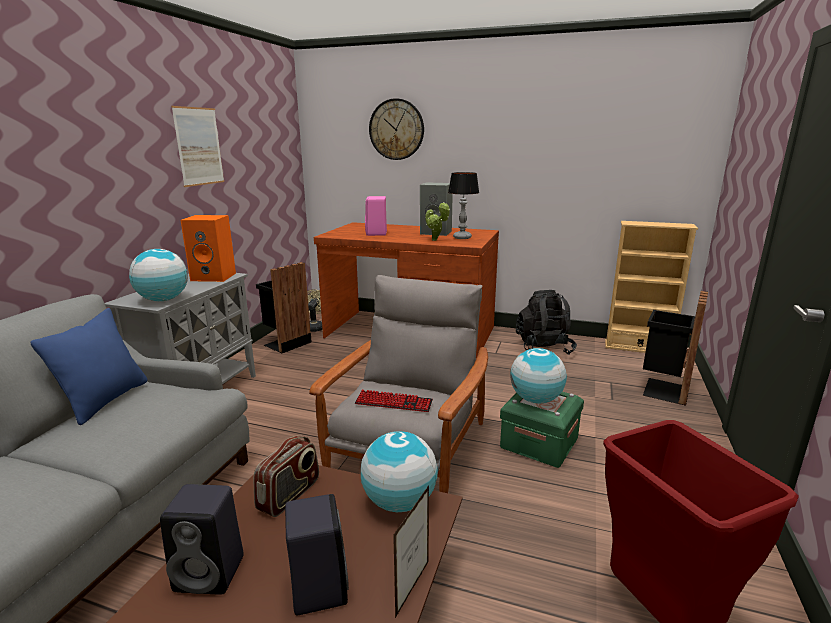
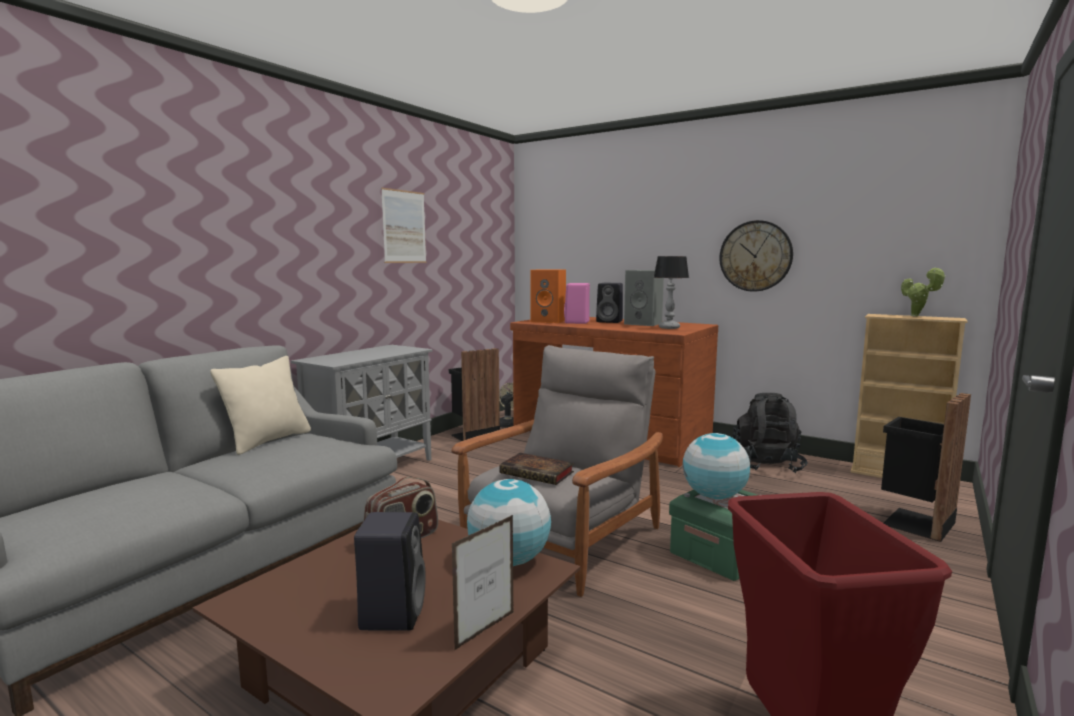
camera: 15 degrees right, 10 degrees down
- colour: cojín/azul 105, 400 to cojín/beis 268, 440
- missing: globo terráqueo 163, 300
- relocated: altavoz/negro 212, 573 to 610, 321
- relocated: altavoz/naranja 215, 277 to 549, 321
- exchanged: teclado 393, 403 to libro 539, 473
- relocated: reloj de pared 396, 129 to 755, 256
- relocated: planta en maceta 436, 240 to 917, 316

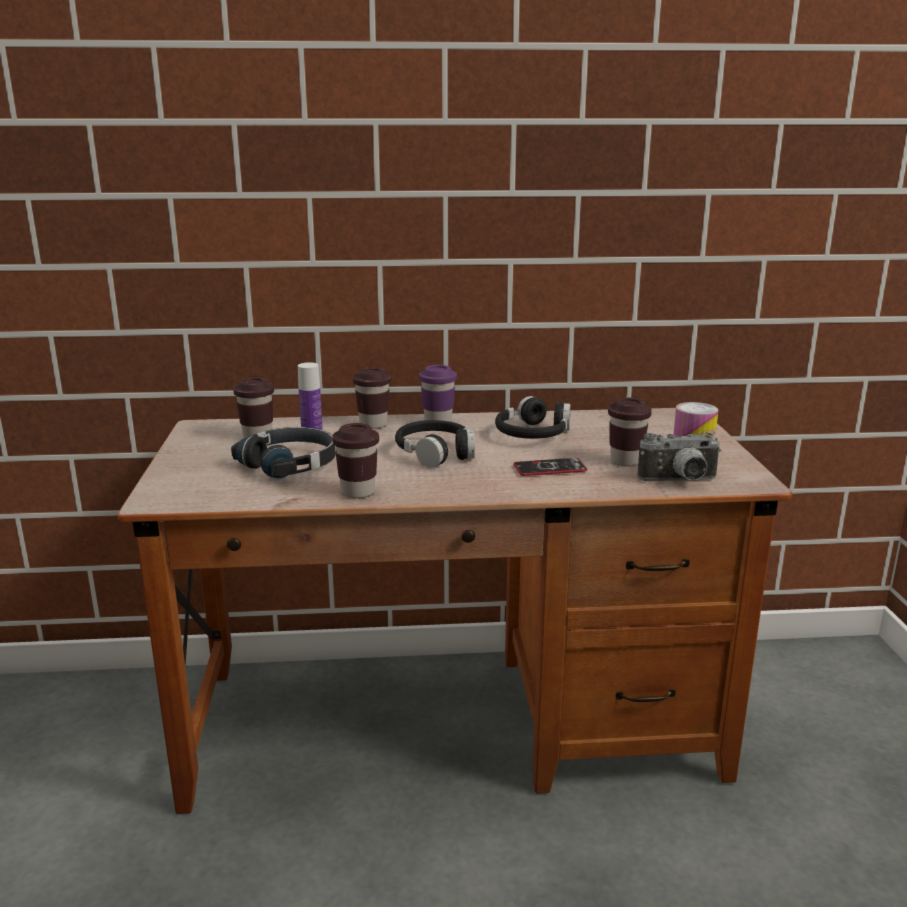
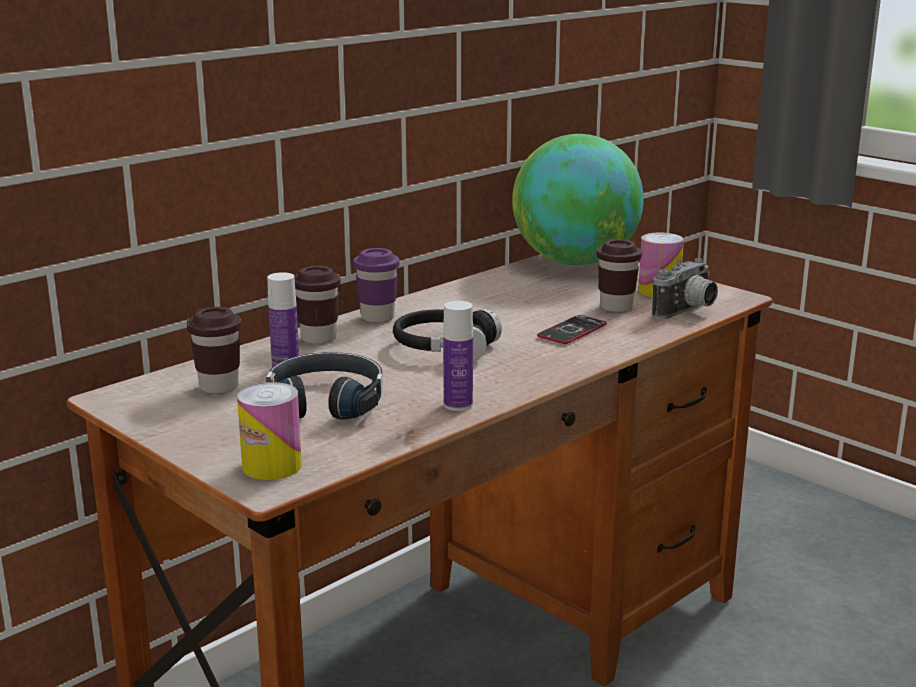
camera: 40 degrees left, 0 degrees up
- exchanged: taza/marrón 358, 492 to botella 458, 405
- missing: auriculares/negro 533, 434
- appeared: lata 272, 466
- appeared: globo terráqueo 574, 262

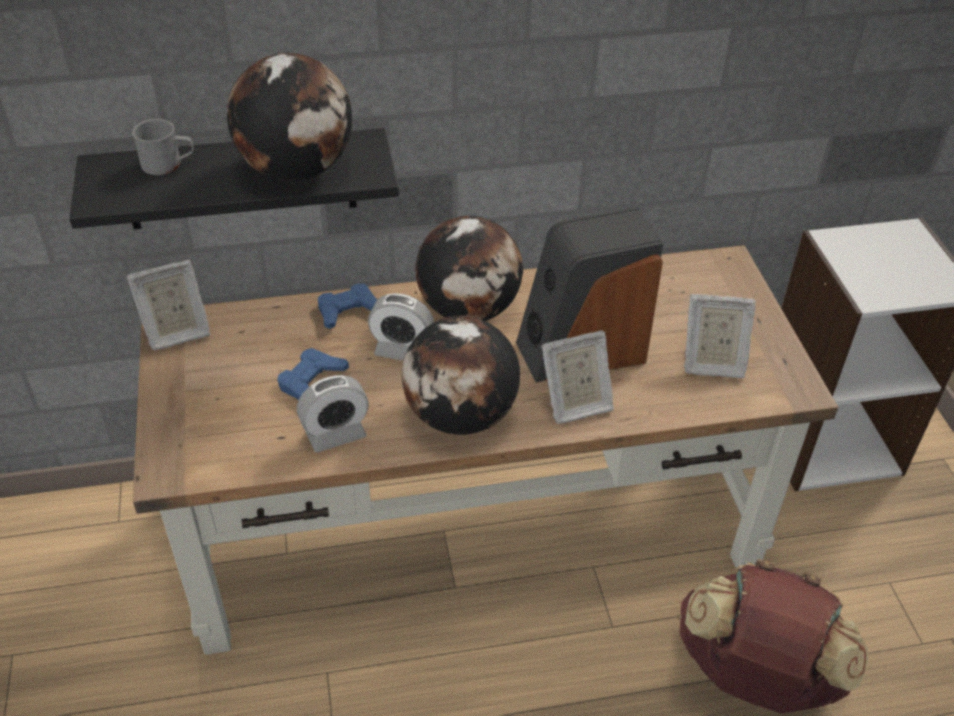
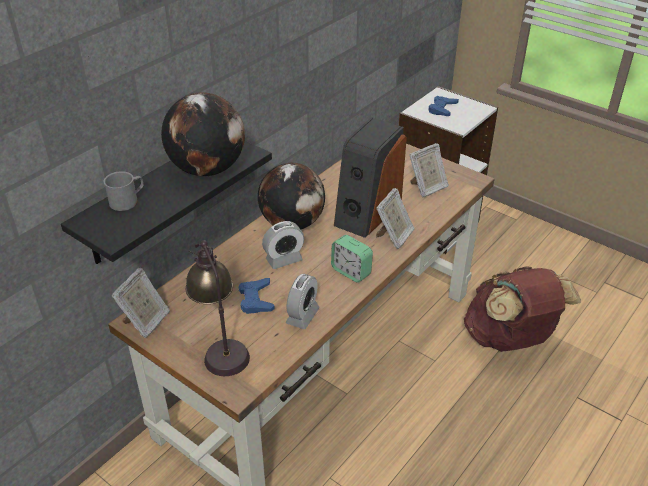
camera: 40 degrees left, 5 degrees down
- relocated: mando de consola/azul 348, 311 to 442, 109
- exchanged: globo terráqueo 461, 416 to despertador 351, 271
- appeared: lámpara de mesa 221, 346

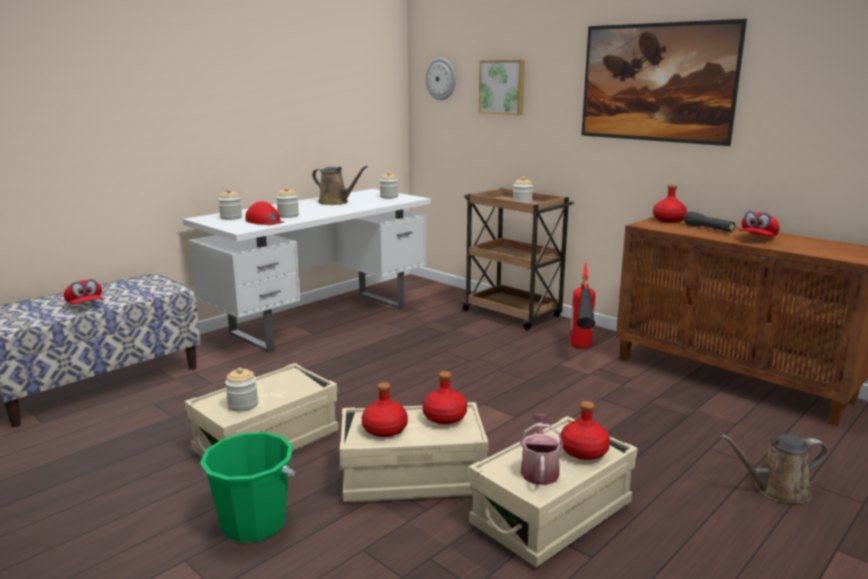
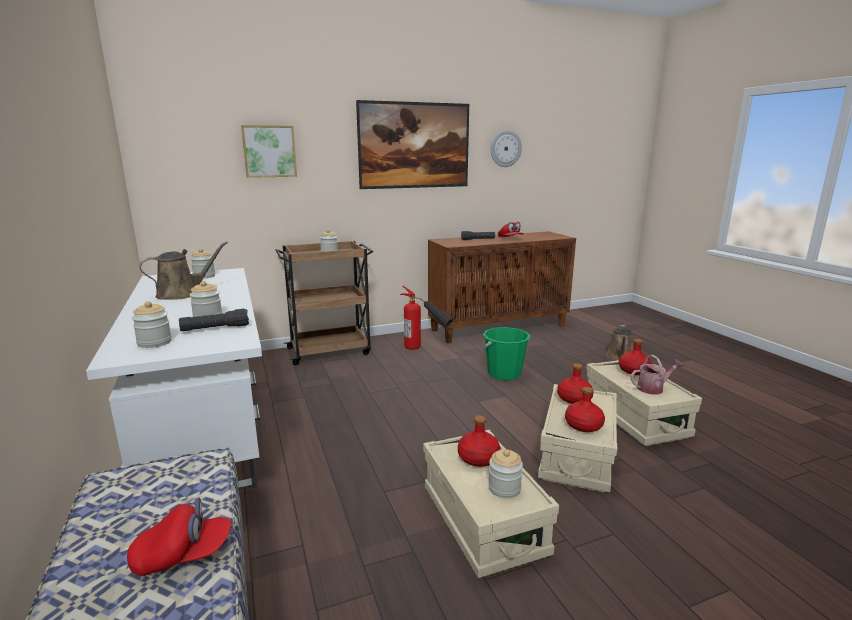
camera: 65 degrees left, 0 degrees up
- relocated: cubo/verde 254, 524 to 504, 374
- exchanged: gorra/rojo 265, 221 to linterna/negro 215, 328
- relocated: reloj de pared 441, 79 to 505, 148
- spun: regadera 539, 470 = 653, 388 135 degrees clockwise
- relocated: botella/rojo 668, 220 to 479, 458

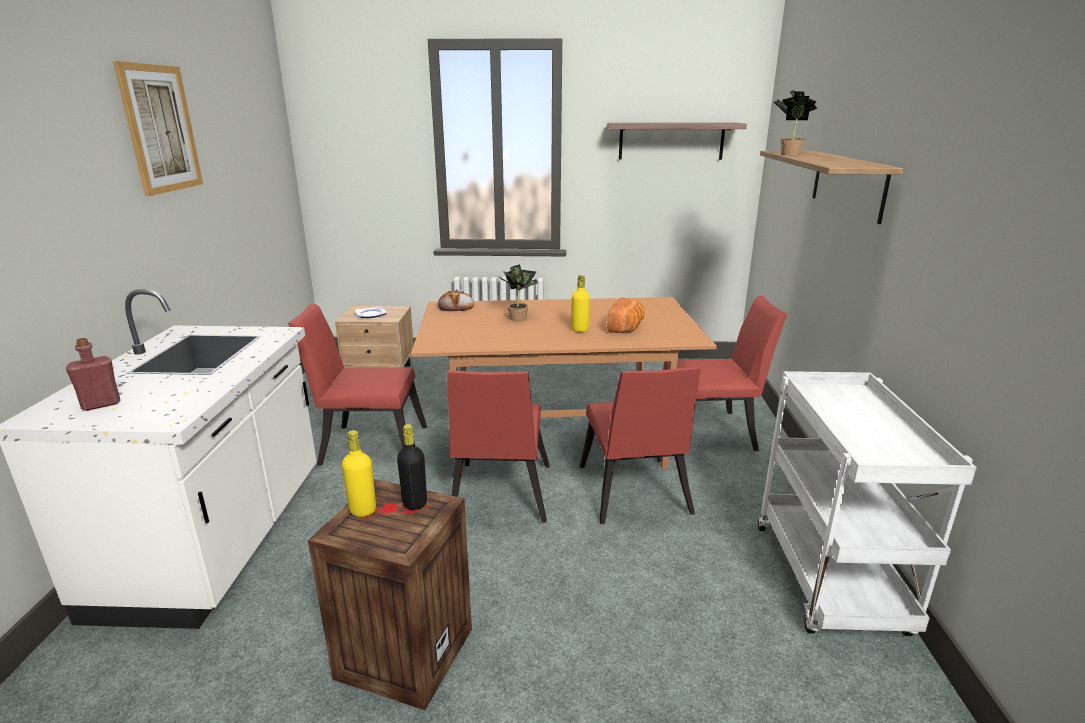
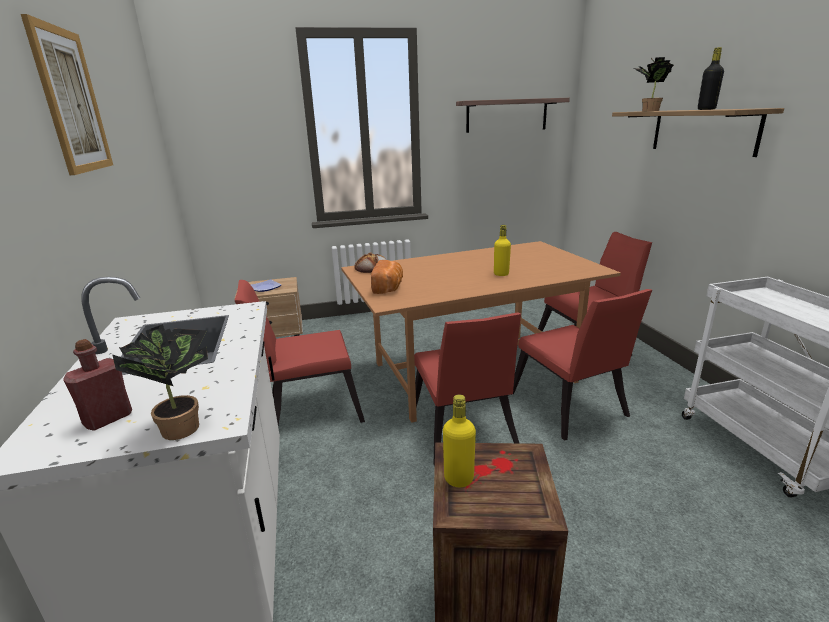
camera: 15 degrees left, 0 degrees up
- relocated: botella/negro 415, 503 to 706, 109
- relocated: planta en maceta 518, 317 to 182, 425
- relocated: pan 627, 328 to 389, 288

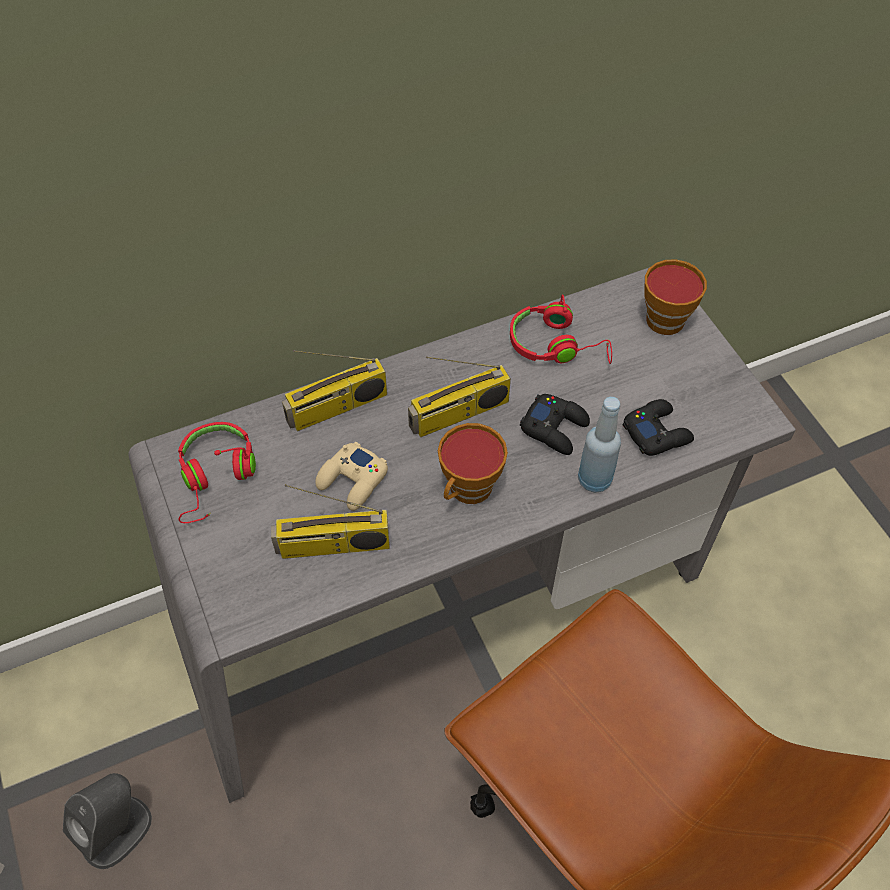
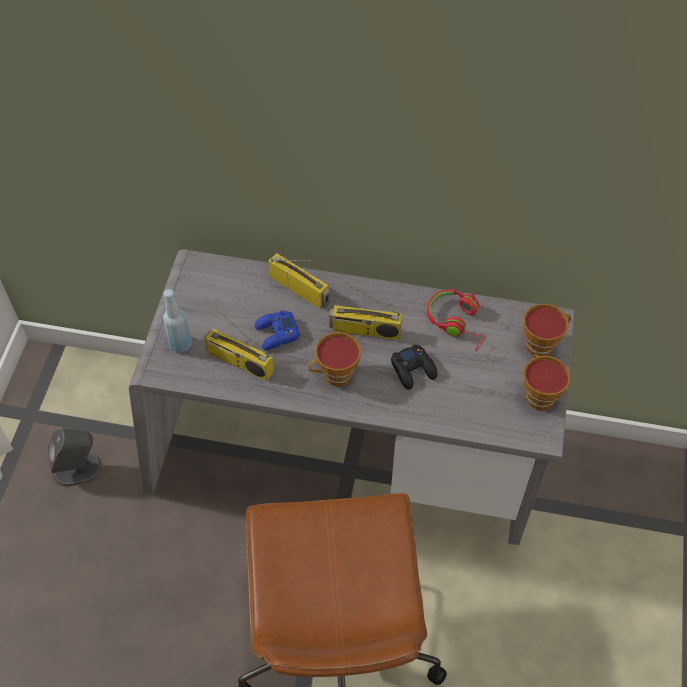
camera: 35 degrees right, 0 degrees up
- missing: auriculares/rojo 216, 477
- spun: radio 337, 408 = 300, 289 150 degrees counterclockwise
- colour: mando de consola/beis 353, 481 to mando de consola/azul 277, 334
- relocated: botella/azul 594, 480 to 180, 344
- missing: mando de consola/negro 657, 432
- appeared: taza 538, 394

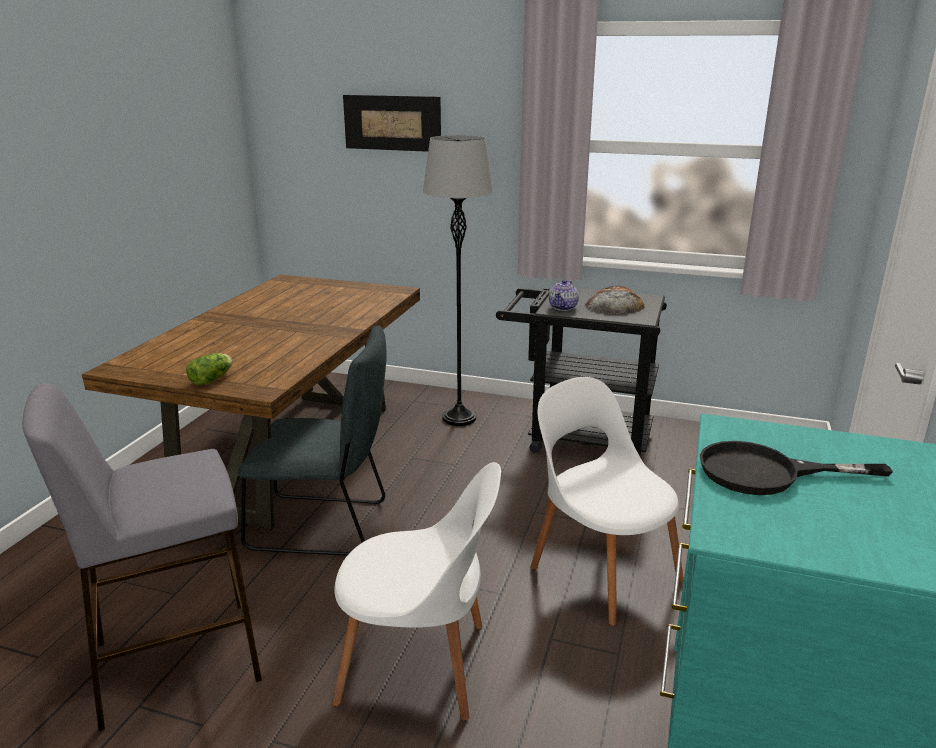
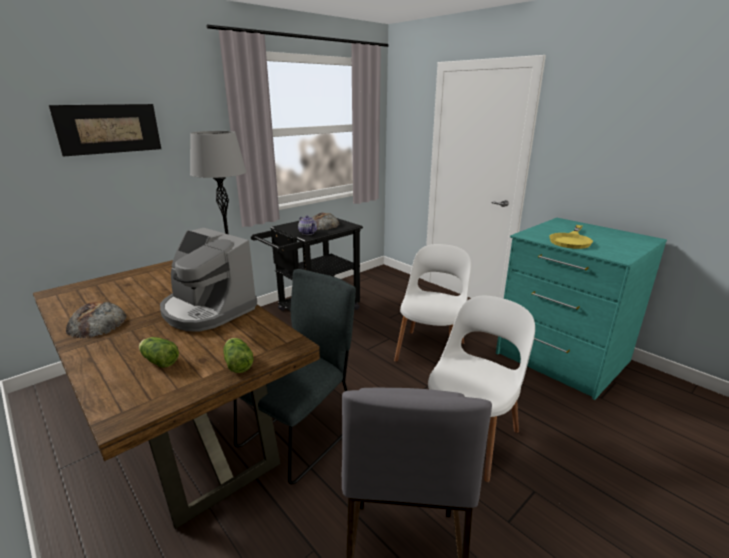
camera: 60 degrees left, 0 degrees up
- spun: silla/blanco 601, 570 = 431, 349 120 degrees clockwise
- colour: sartén/negro 766, 473 to sartén/amarillo 571, 240
- appeared: pan 97, 322
- appeared: lechuga 159, 360
- appeared: cafetera 207, 310

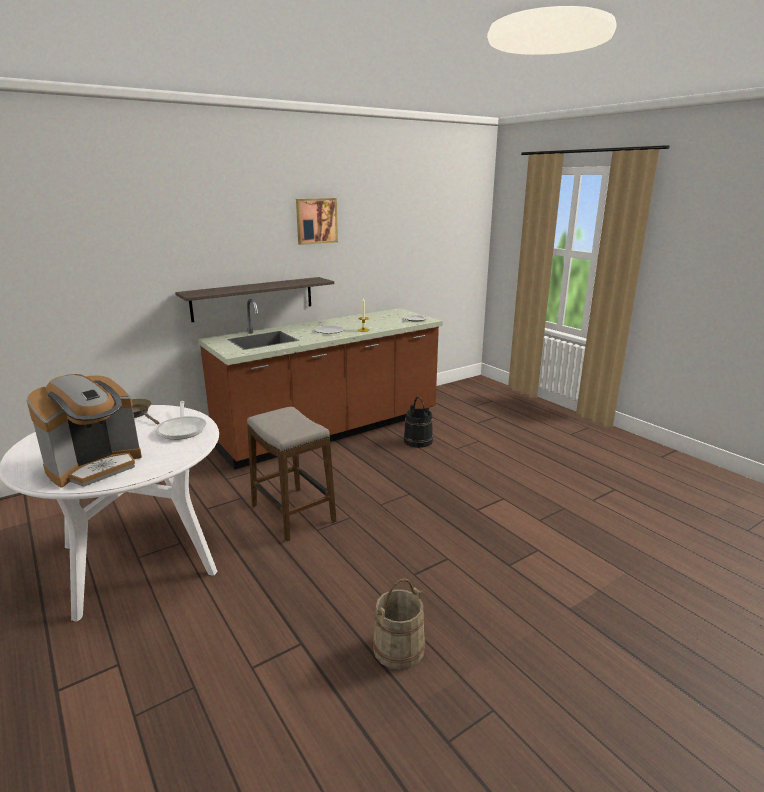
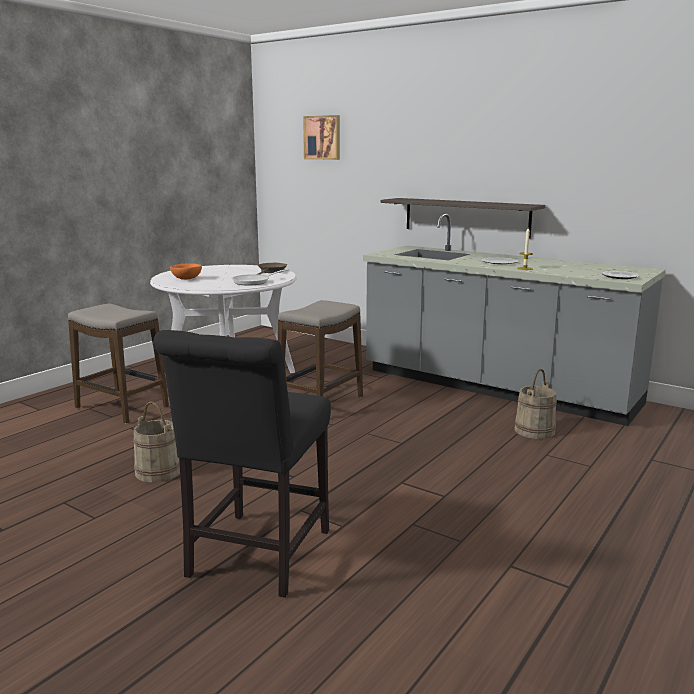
camera: 70 degrees right, 5 degrees down
- exchanged: cafetera 95, 466 to cuenco/naranja 187, 279
- colour: mueble bajo de cocina/marrón 331, 431 to mueble bajo de cocina/gris 496, 387
- relocated: cuadro 316, 221 to 323, 137
- colour: cubo/negro 418, 441 to cubo/beis 534, 430
- appeared: taburete 122, 407
- appeared: silla/negro 255, 558

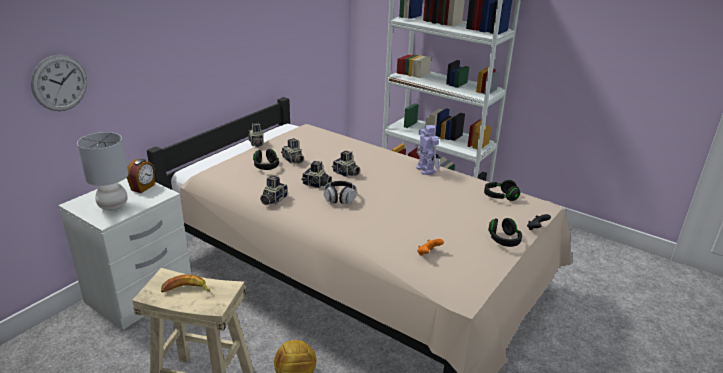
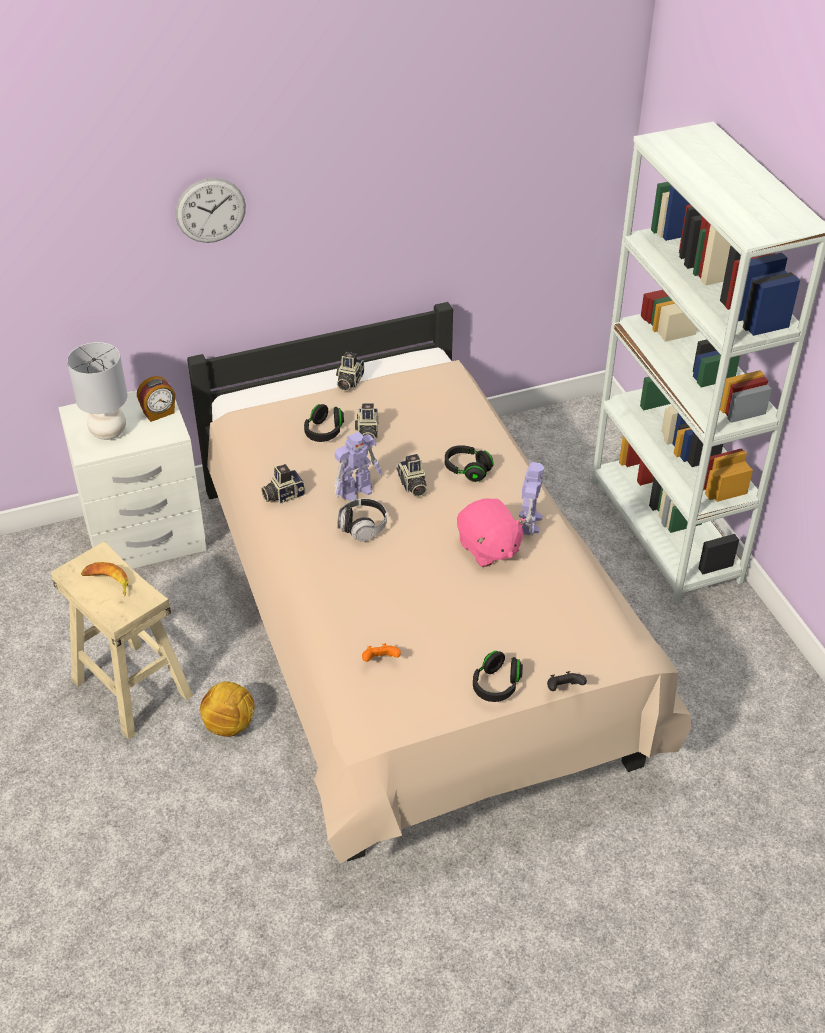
camera: 35 degrees right, 15 degrees up
- relocated: reloj de pared 60, 83 to 210, 210
- exchanged: cámara 317, 184 to robot de juguete 357, 490
- relocated: auriculares/negro 500, 197 to 467, 470
- appeared: peluche/rosa 488, 548

